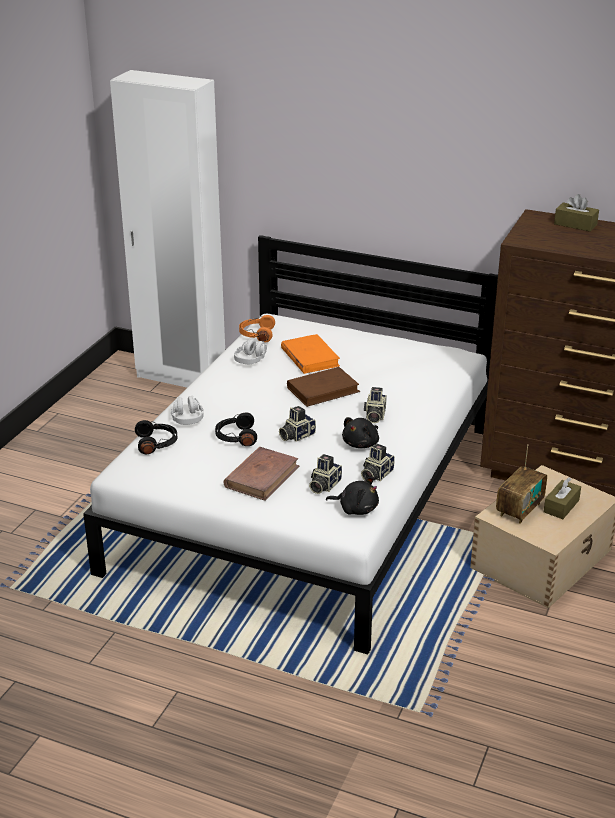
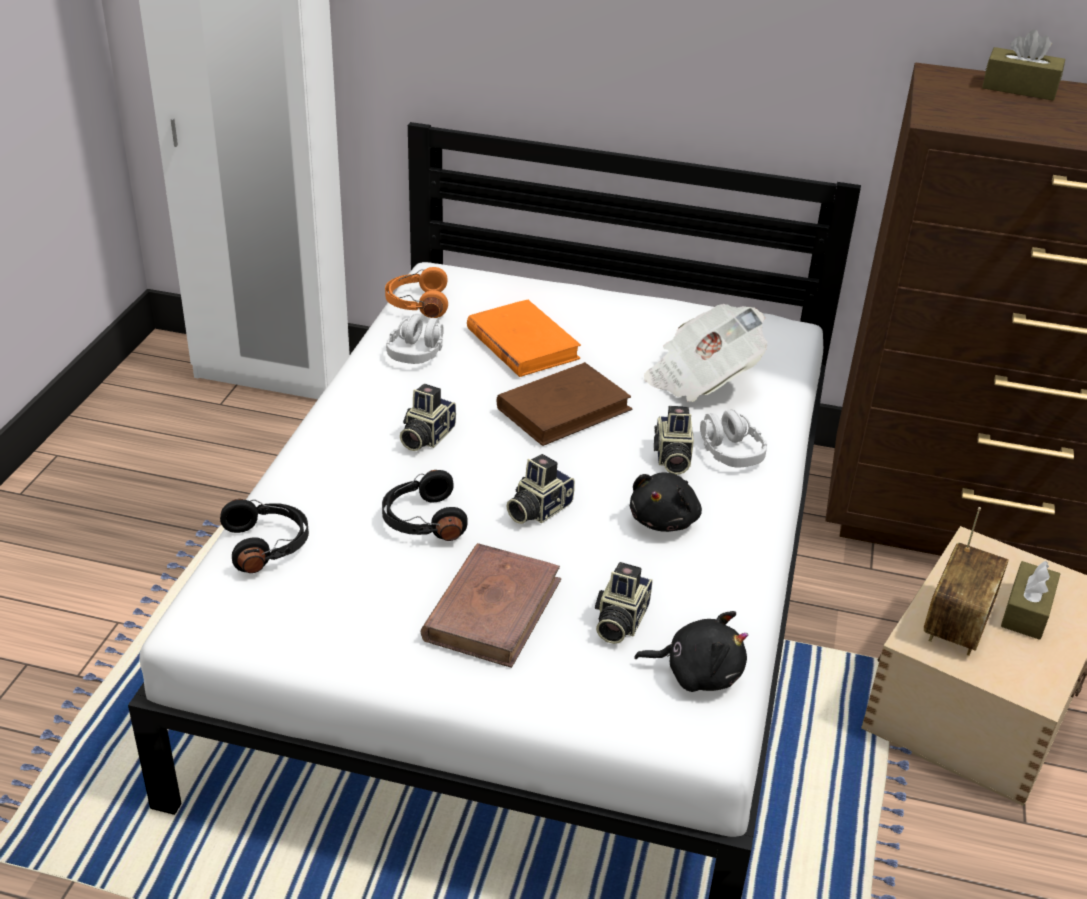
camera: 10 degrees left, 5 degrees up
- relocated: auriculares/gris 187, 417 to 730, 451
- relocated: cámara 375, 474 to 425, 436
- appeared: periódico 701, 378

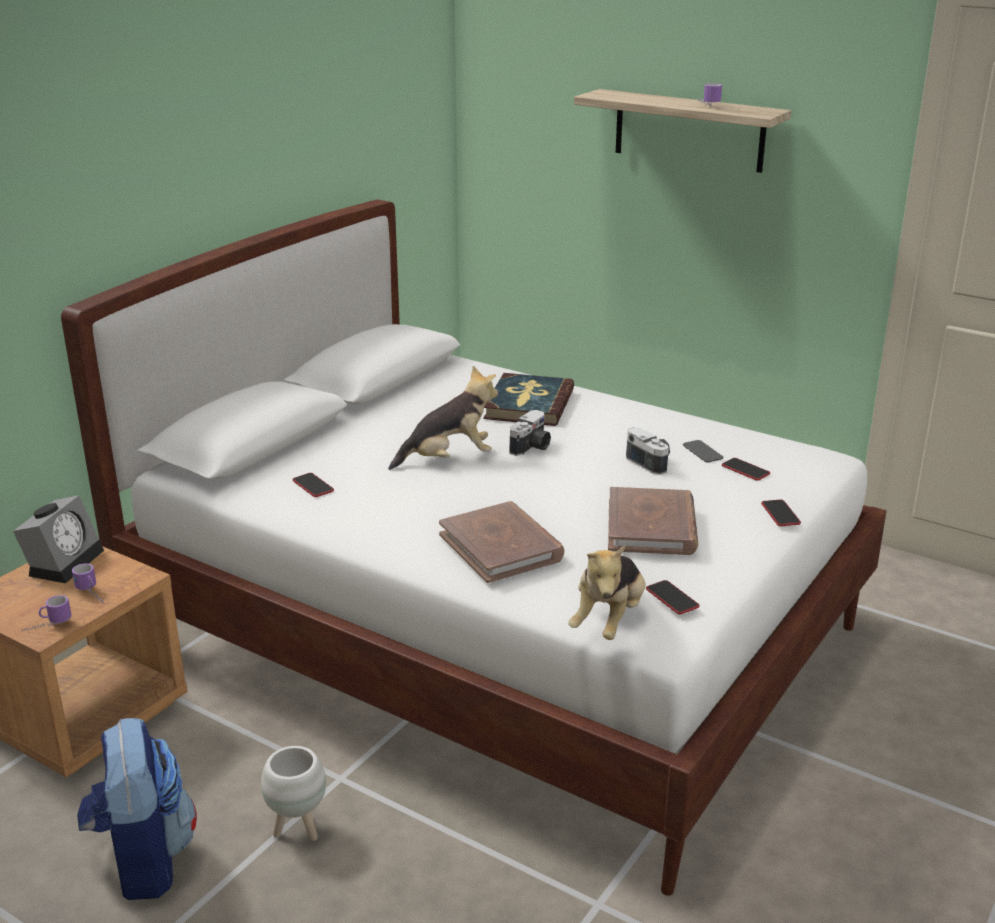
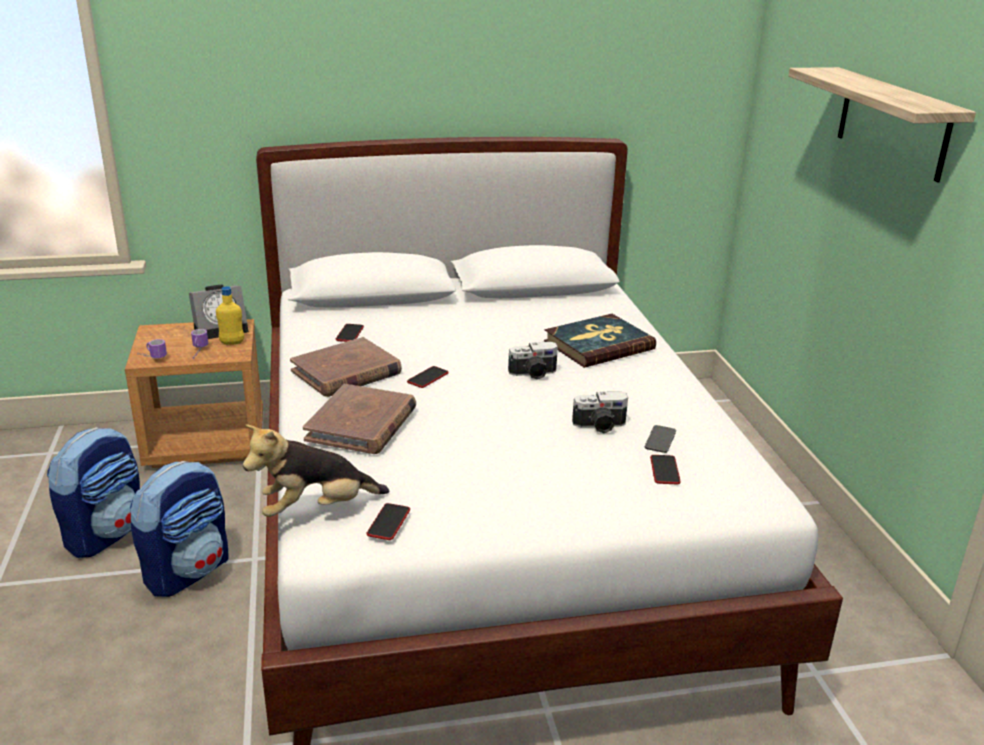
camera: 45 degrees right, 0 degrees up
- exchanged: maceta/blanco 297, 829 to mochila 188, 571
- missing: peluche 448, 459
- relocated: libro/marrón 651, 527 to 346, 372
- spun: cámara 651, 462 = 600, 426 75 degrees clockwise
- missing: taza grande 706, 104
- relocated: móvil 780, 514 to 428, 378
- appeared: botella/amarillo 232, 343

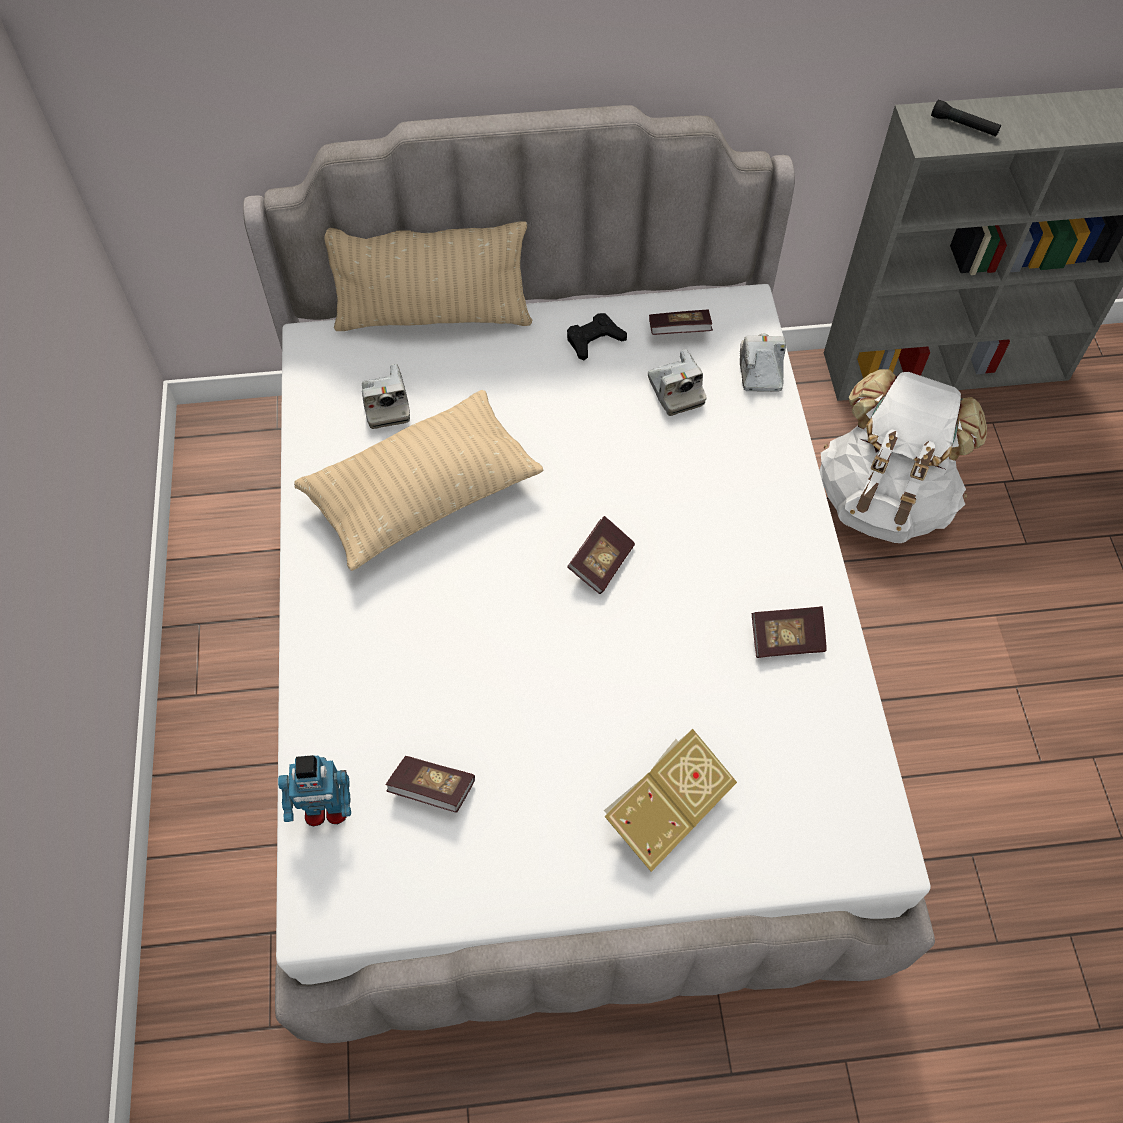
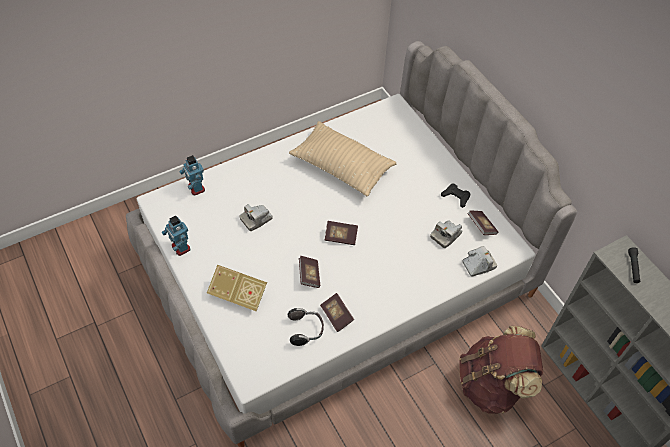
camera: 65 degrees right, 5 degrees down
- missing: cojín/beis 433, 316
- relocated: cámara 386, 405 to 256, 219
- relocated: libro 432, 789 to 309, 275
- colour: mochila/blanco 883, 498 to mochila/marrón 492, 384
- appeared: robot de juguete 180, 247
- appeared: auriculares 306, 330

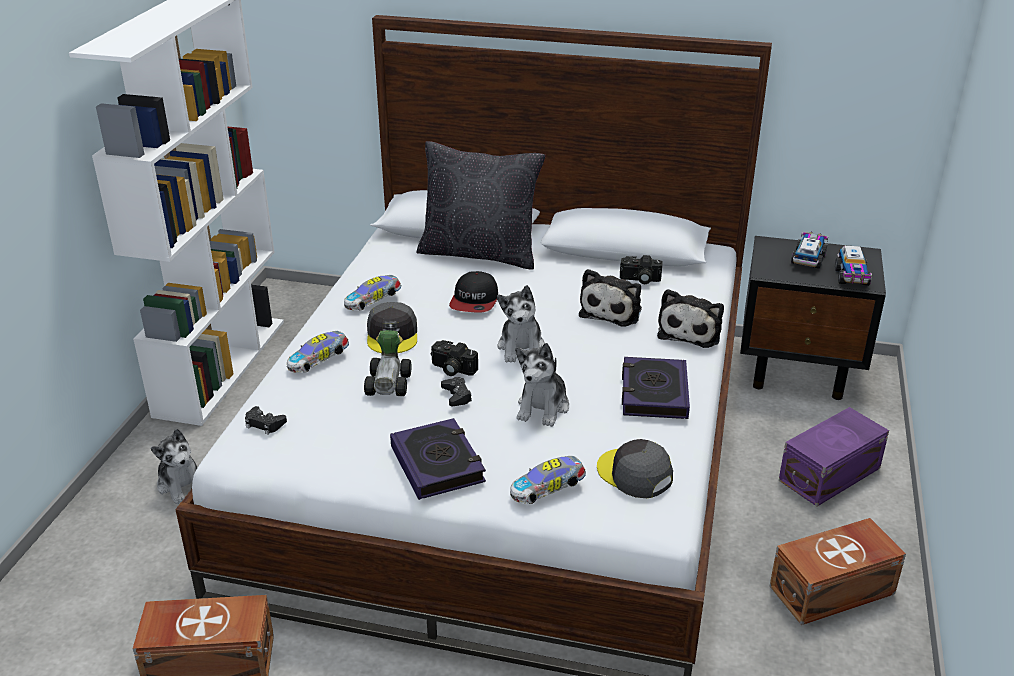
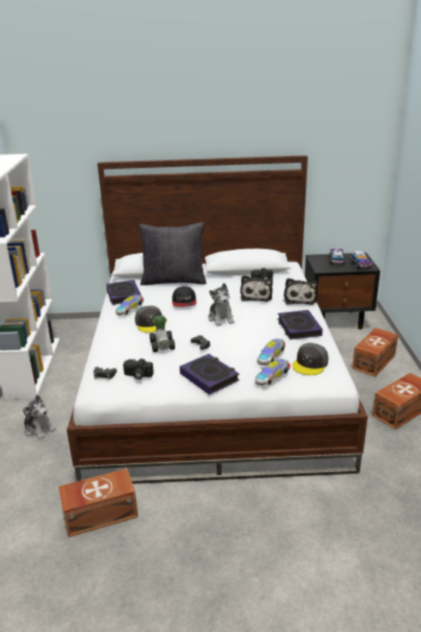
camera: 15 degrees left, 5 degrees down
- relocated: coche de juguete 319, 361 to 271, 357
- relocated: cámara 452, 369 to 137, 375
- missing: peluche 543, 407
- spun: gorra/gris 634, 474 = 310, 364 90 degrees counterclockwise
- colour: caja de almacenaje/morado 831, 474 to caja de almacenaje/marrón 375, 361
- appeared: libro 123, 295

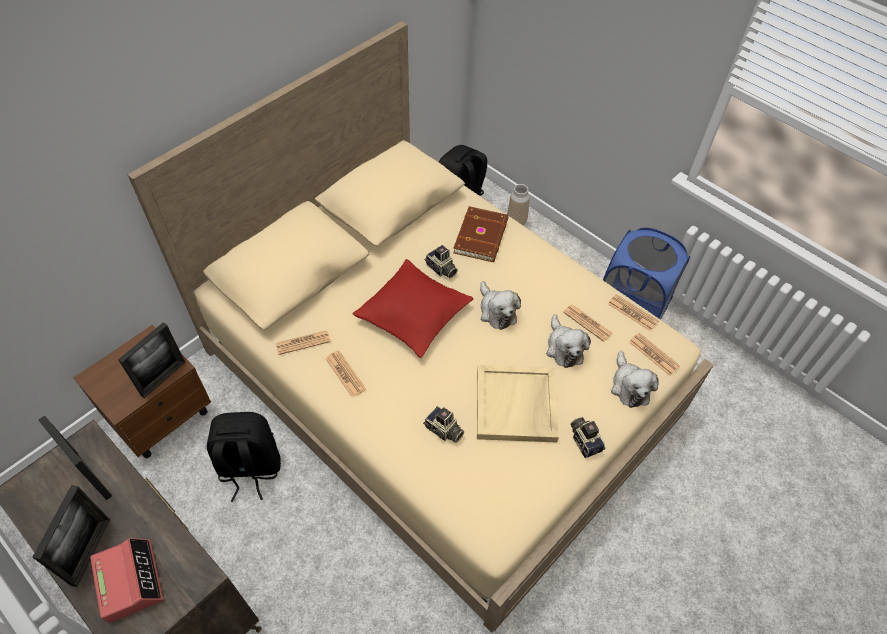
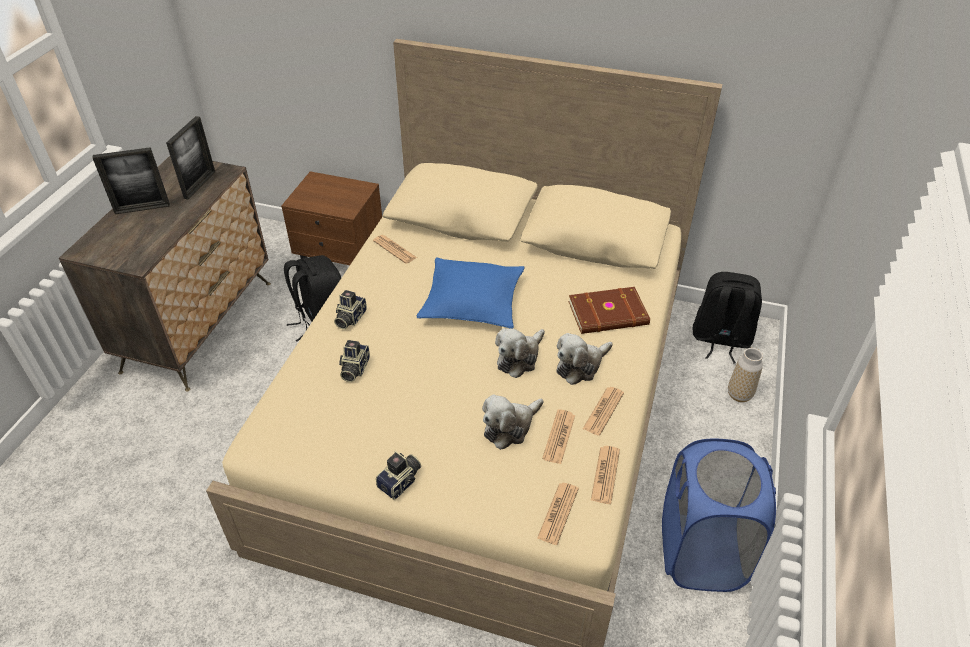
camera: 65 degrees right, 10 degrees down
- missing: despertador 129, 581
- missing: portarretratos 163, 378
- relocated: periódico 345, 374 to 603, 411
- colour: cojín/rojo 413, 314 to cojín/azul 472, 302
- relocated: cámara 441, 269 to 349, 318
- missing: bandeja/beis 516, 406
- relocated: peluche 629, 386 to 580, 366

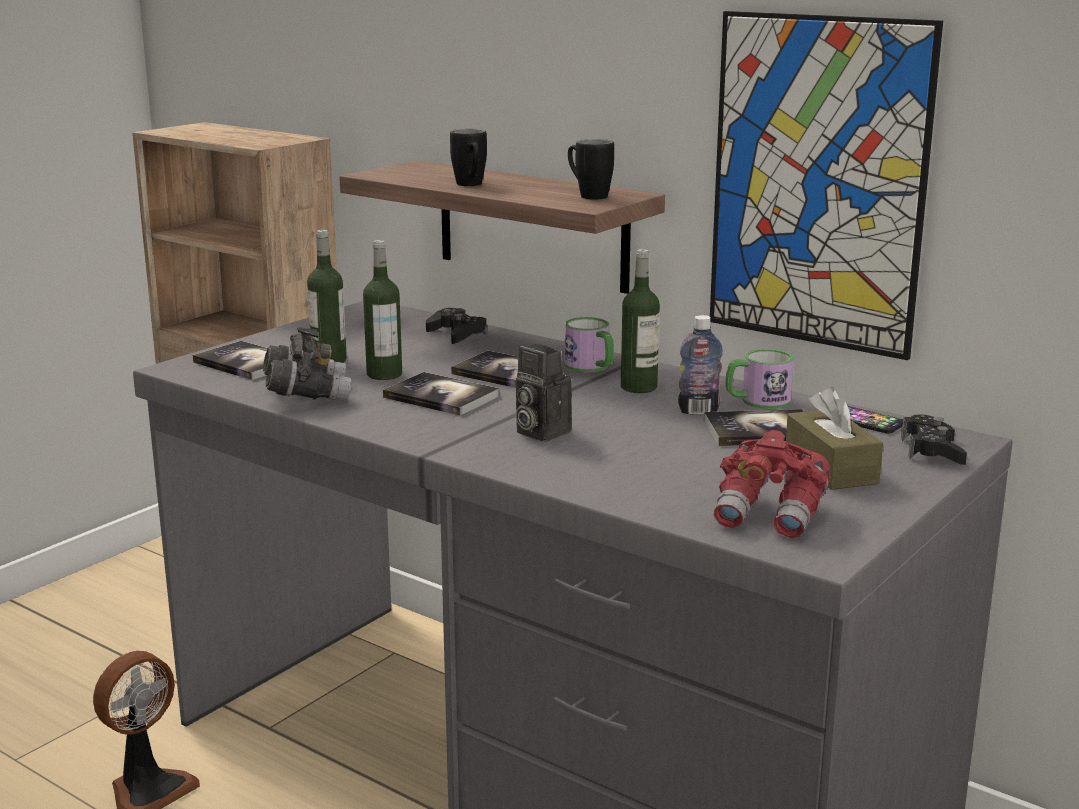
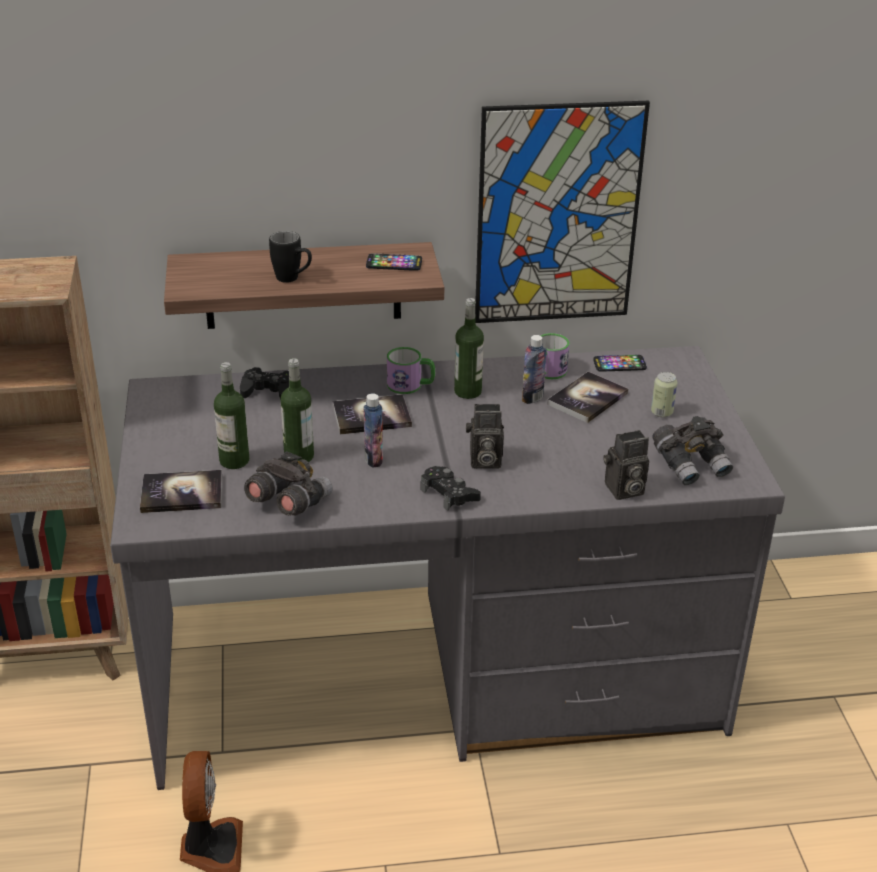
camera: 45 degrees left, 15 degrees up
- exchanged: libro 441, 396 to botella 373, 459
- exchanged: taza grande/negro 587, 195 to móvil 394, 263
- colour: prismáticos/rojo 771, 515 to prismáticos/gris 691, 465
- exchanged: caja de pañuelos/marrón 830, 468 to lata 661, 412
- relocated: mando de consola/negro 932, 451 to 449, 494
- appeared: cámara 623, 490

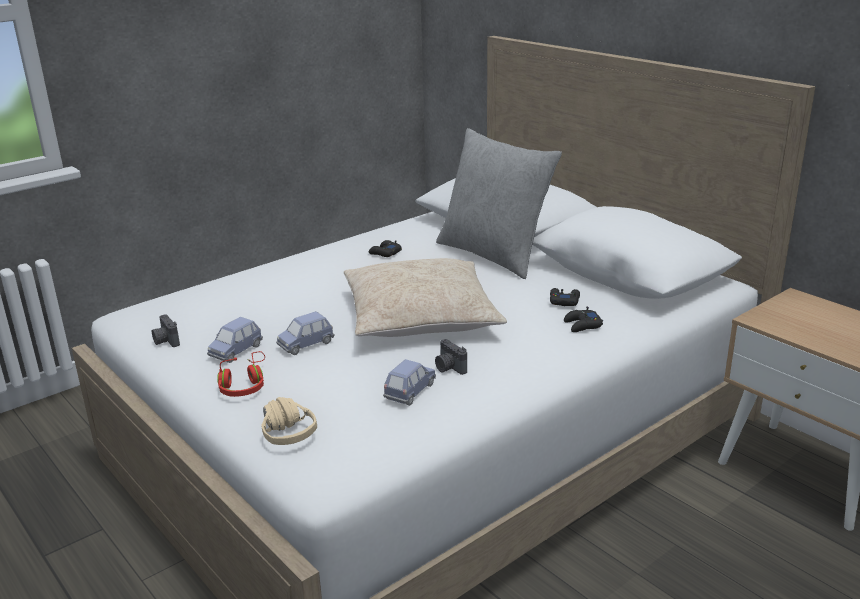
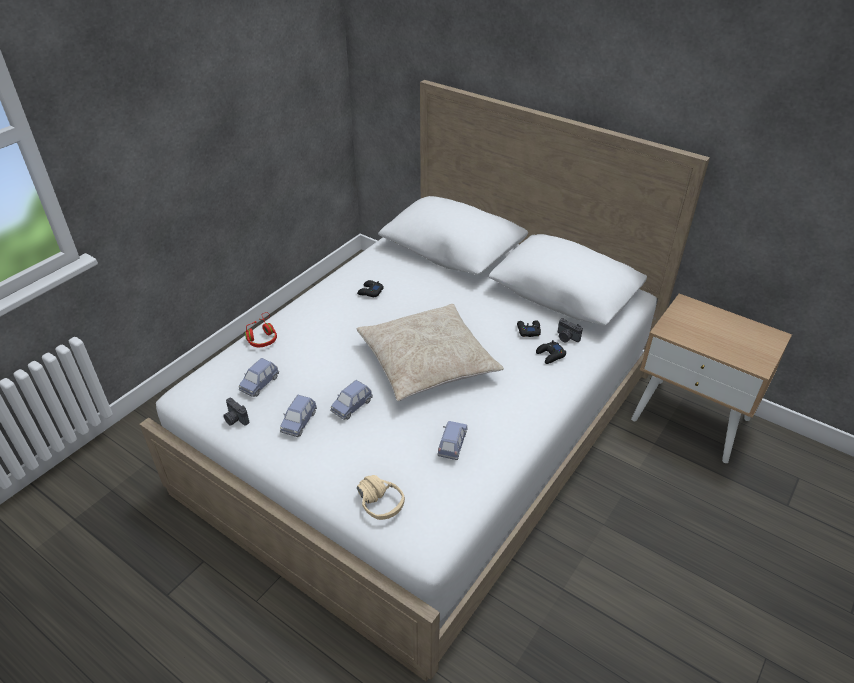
camera: 15 degrees left, 15 degrees up
- relocated: auriculares/rojo 244, 384 to 262, 336
- relocated: cámara 449, 368 to 566, 337
- missing: cojín/gris 494, 255
- appeared: coche de juguete/azul 260, 384

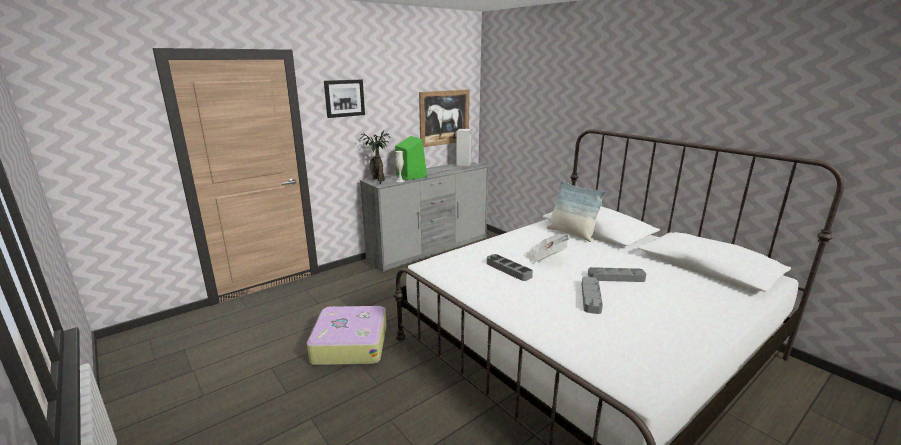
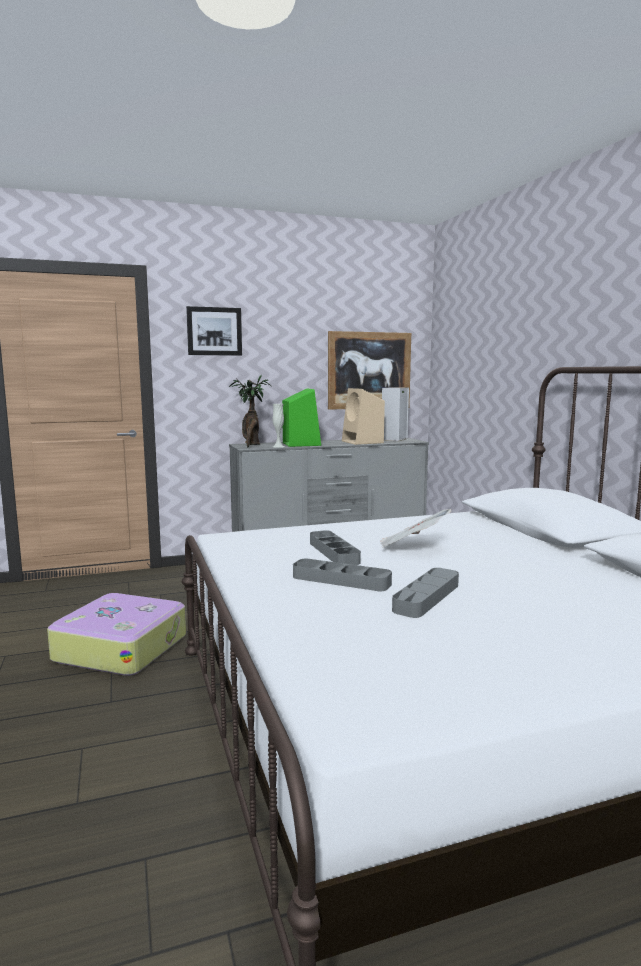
camera: 20 degrees right, 10 degrees down
- missing: cojín 571, 234
- relocated: bandeja/gris 616, 277 to 341, 580
- appeared: altavoz/beis 363, 442

